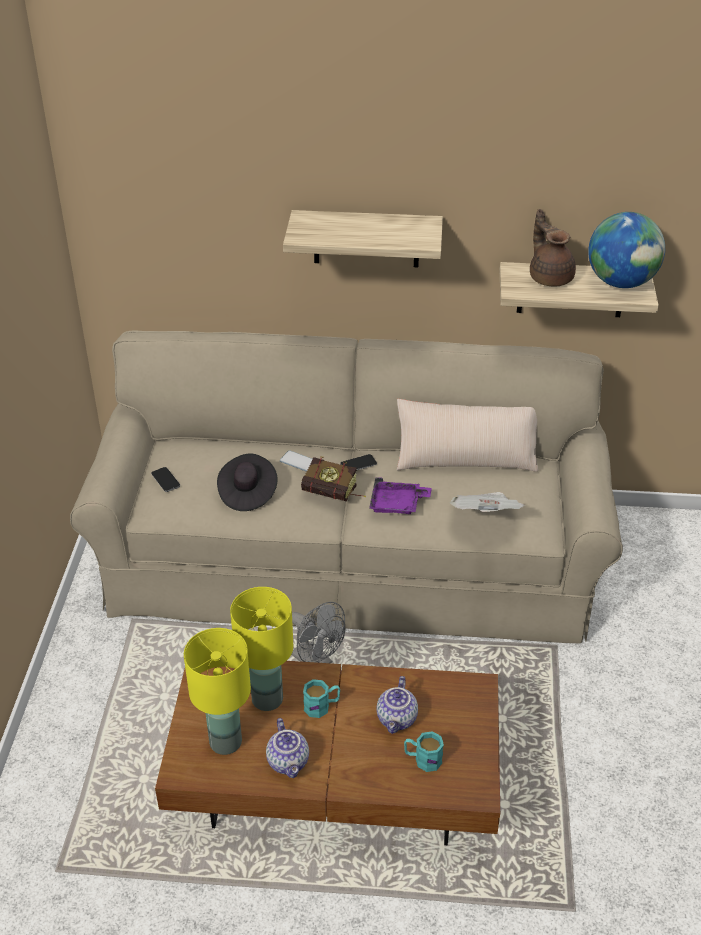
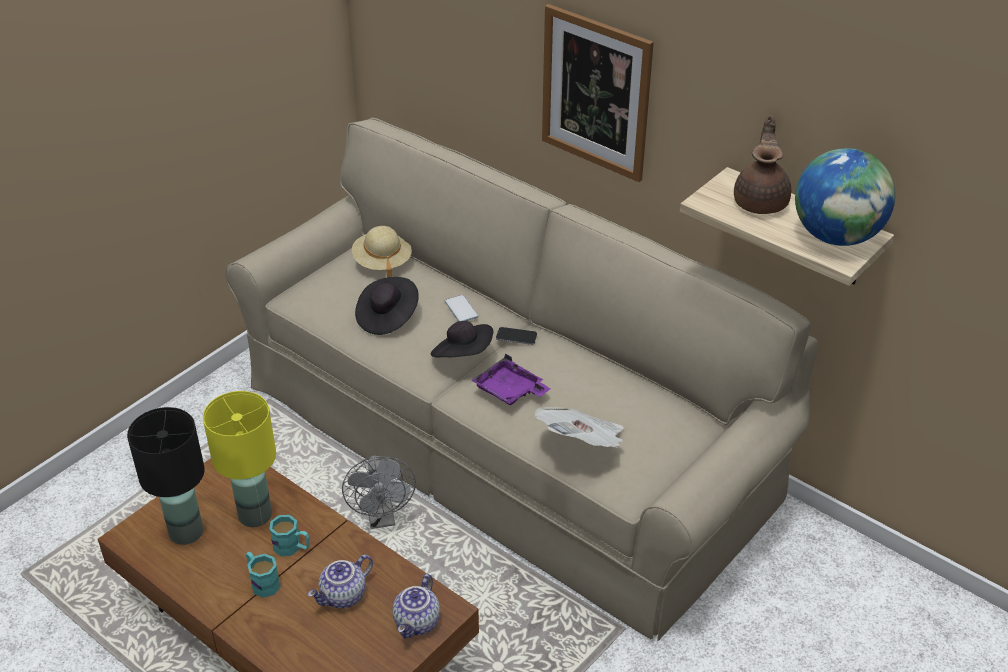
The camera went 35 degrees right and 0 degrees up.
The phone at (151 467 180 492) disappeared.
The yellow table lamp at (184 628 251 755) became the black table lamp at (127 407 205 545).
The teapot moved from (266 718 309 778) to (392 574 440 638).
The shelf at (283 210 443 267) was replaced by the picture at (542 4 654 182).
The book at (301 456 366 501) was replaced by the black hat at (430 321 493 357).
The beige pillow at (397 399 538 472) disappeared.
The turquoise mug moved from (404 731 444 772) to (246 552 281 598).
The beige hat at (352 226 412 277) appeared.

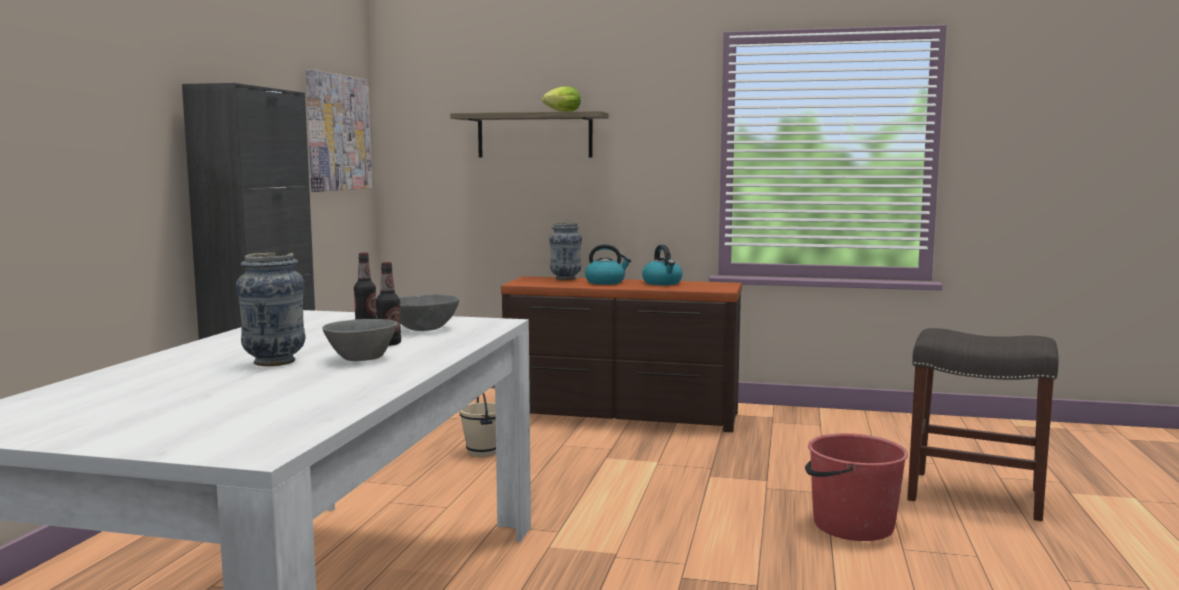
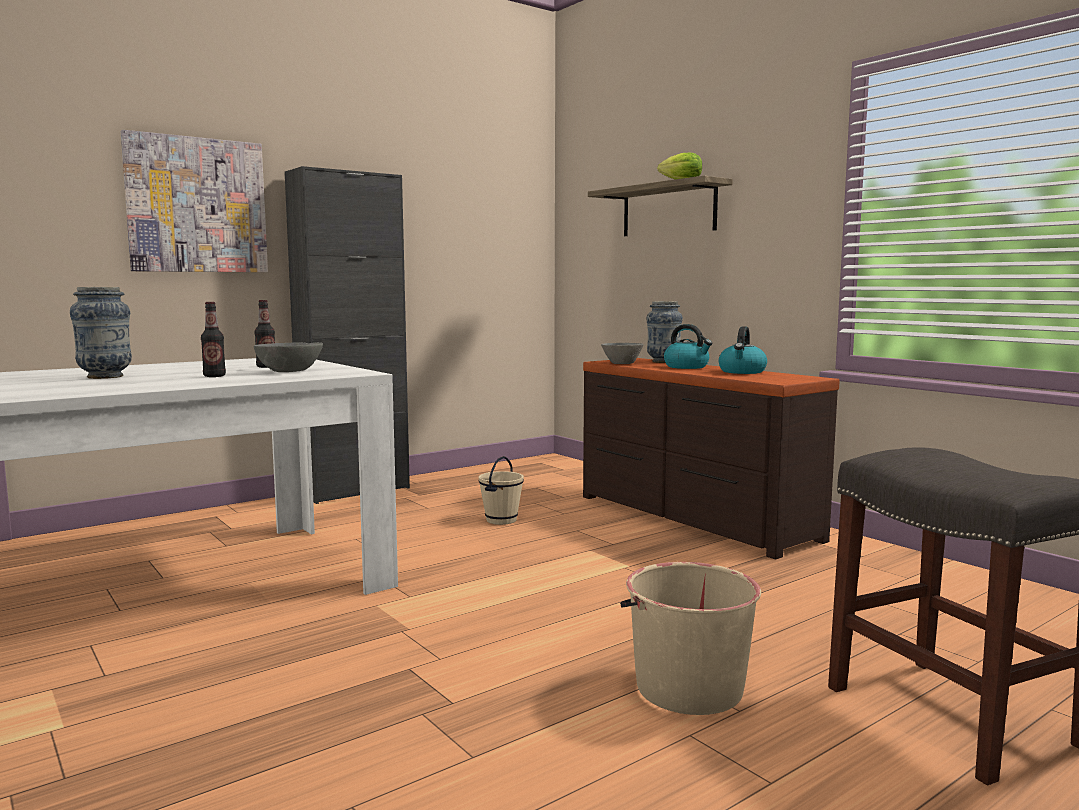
The camera went 40 degrees right and 0 degrees up.
The picture moved from (306 69 372 192) to (121 130 268 272).
The grey bowl moved from (322 319 398 361) to (601 343 643 364).
The red bucket at (805 433 908 541) became the beige bucket at (620 562 761 715).

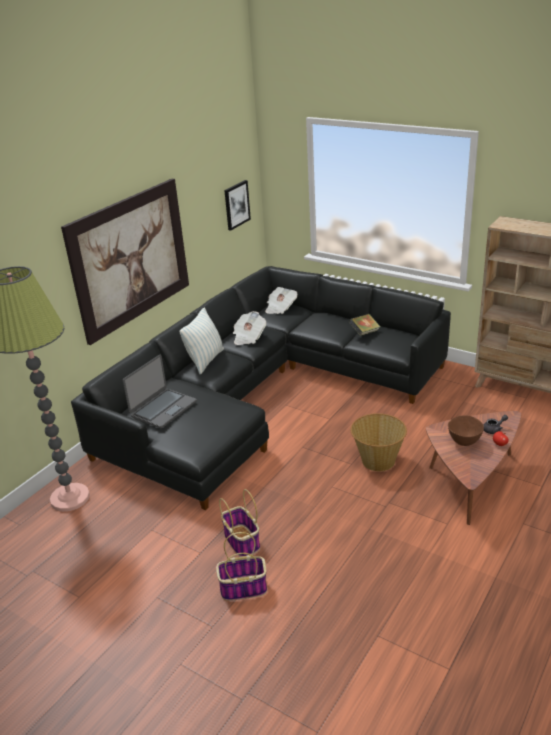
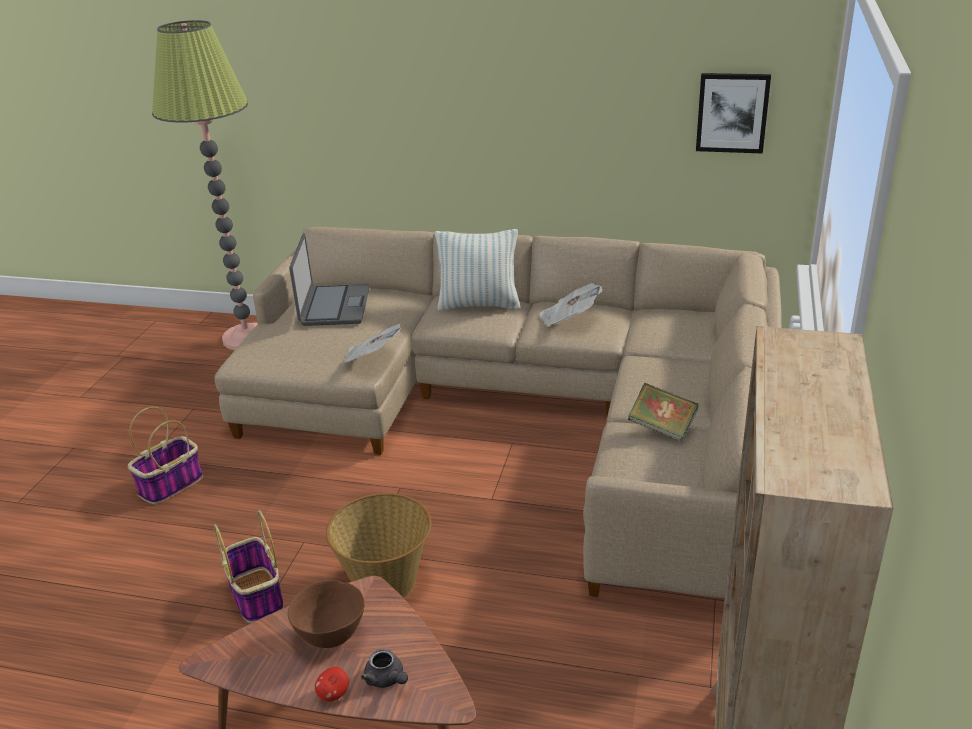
The camera went 70 degrees right and 0 degrees up.
The picture at (61 179 189 345) disappeared.
The black sofa at (71 266 451 510) became the beige sofa at (214 227 782 598).
The laptop at (123 354 197 428) turned 105 degrees counterclockwise.
The basket moved from (216 532 267 601) to (214 510 284 623).
The newspaper moved from (265 287 297 314) to (342 323 401 364).

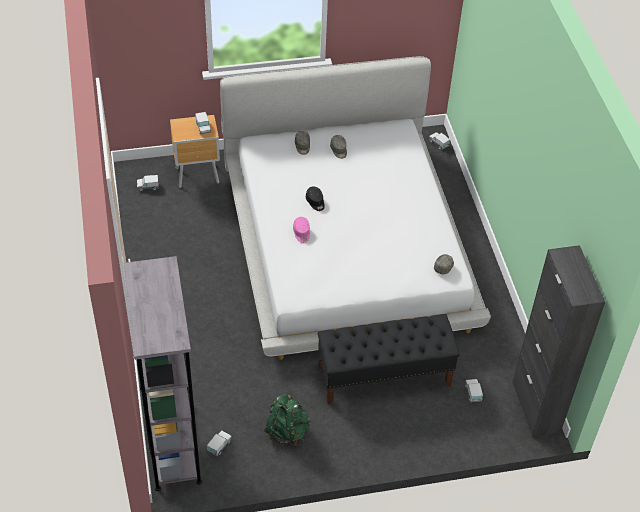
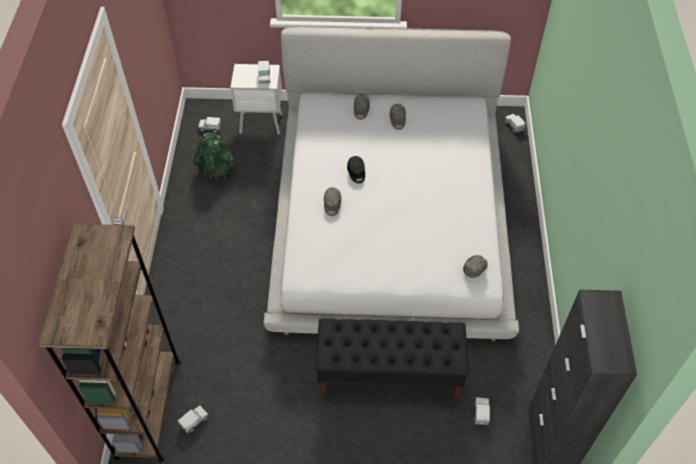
The camera went 15 degrees right and 5 degrees up.
The grey bookcase at (124 256 202 491) became the brown bookcase at (39 224 181 462).
The brown nightstand at (170 115 220 188) became the white nightstand at (231 64 282 135).
The green backpack moved from (264 393 310 448) to (193 132 233 182).
The pink cap at (293 217 310 243) became the grey cap at (324 187 341 216).

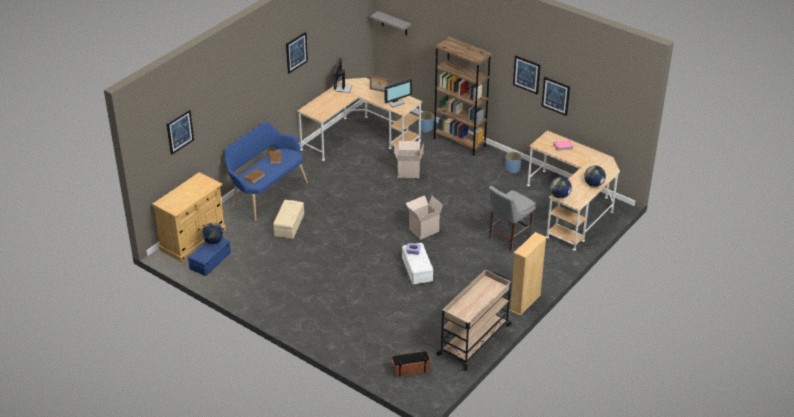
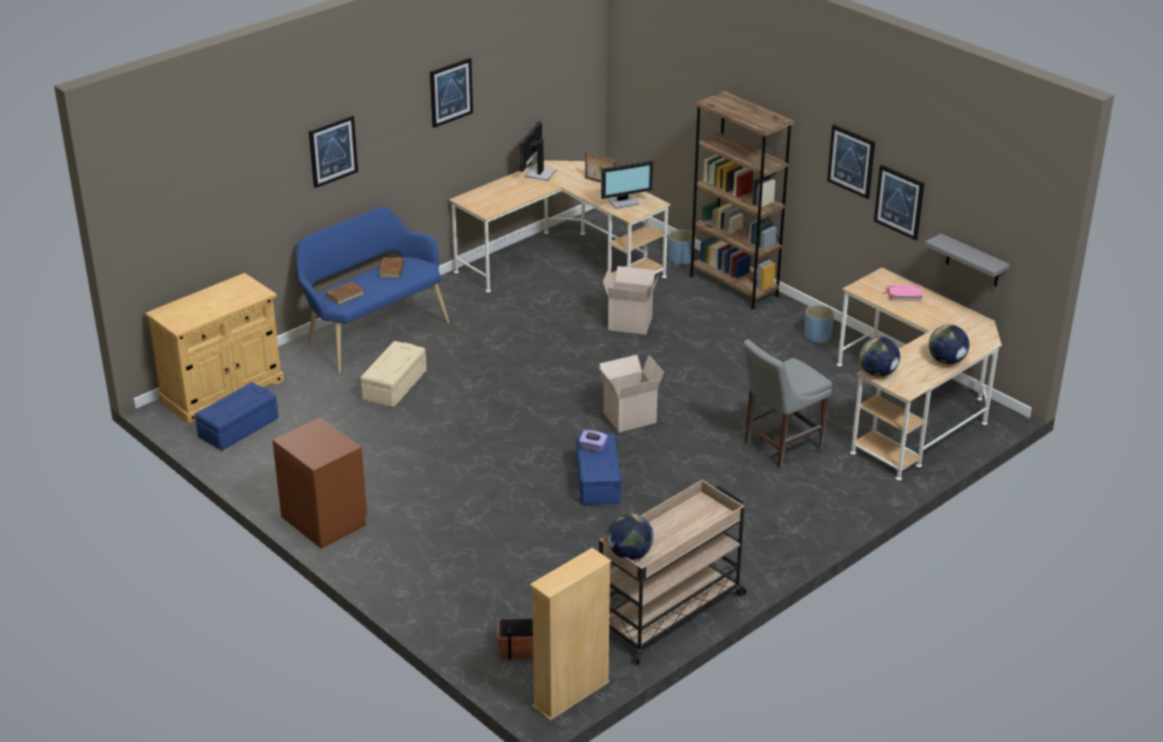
The camera went 10 degrees right and 5 degrees down.
The picture moved from (166 109 194 155) to (309 115 358 188).
The globe moved from (202 223 224 244) to (607 513 654 560).
The grey shelf moved from (370 11 411 35) to (925 233 1010 287).
The white storage box at (402 243 433 284) became the blue storage box at (576 434 622 505).
The beige bookcase moved from (509 232 547 316) to (530 548 611 721).
The brown nightstand at (272 417 367 549) appeared.

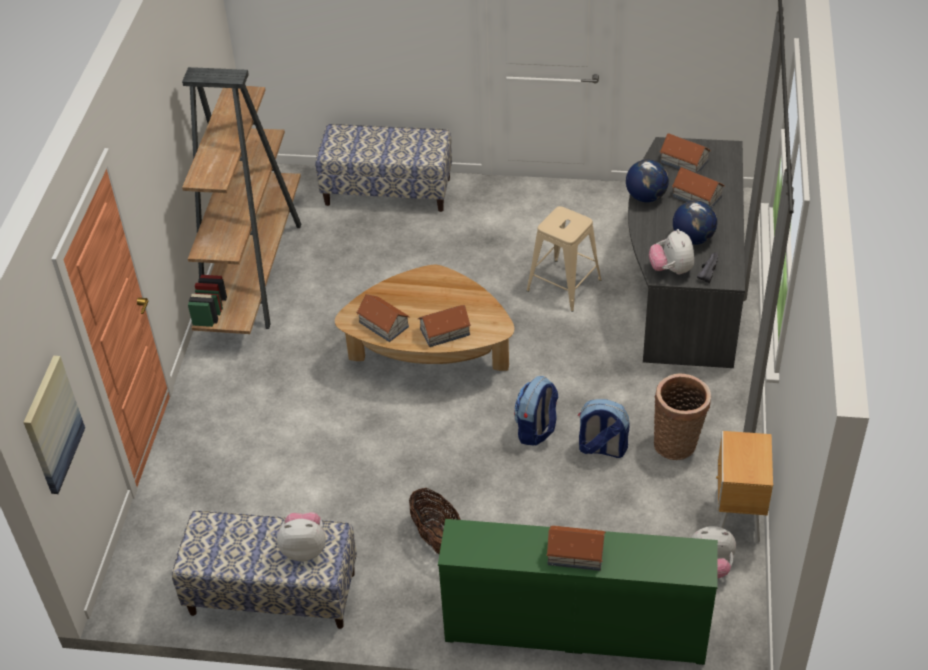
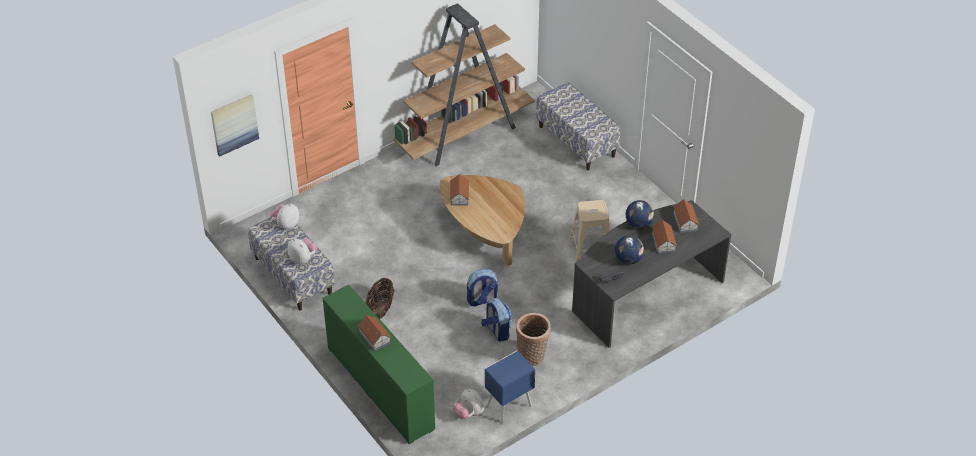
The camera went 45 degrees right and 0 degrees up.
The toy house at (418 305 471 347) disappeared.
The plush toy moved from (649 229 694 275) to (270 203 300 230).
The brown nightstand at (715 431 773 543) became the blue nightstand at (485 351 535 423).

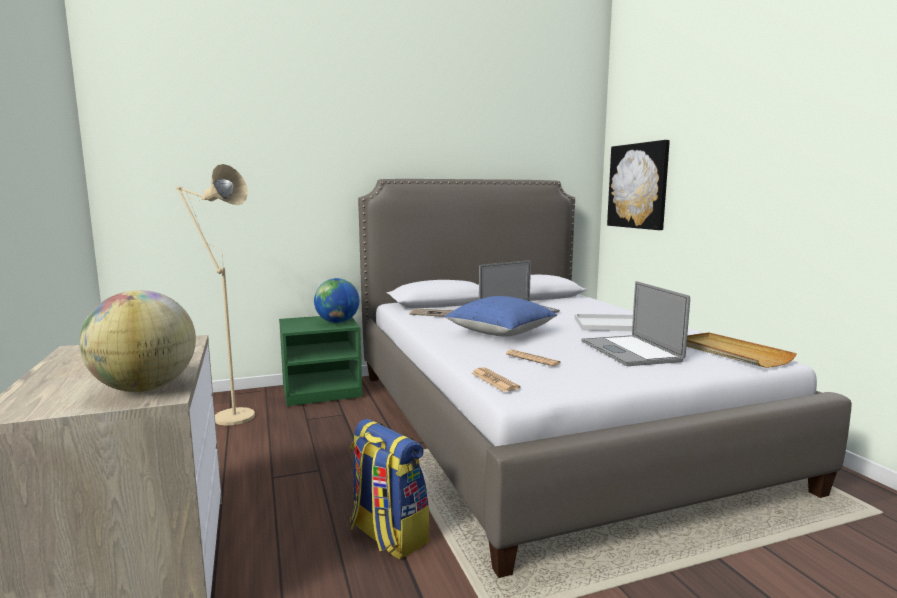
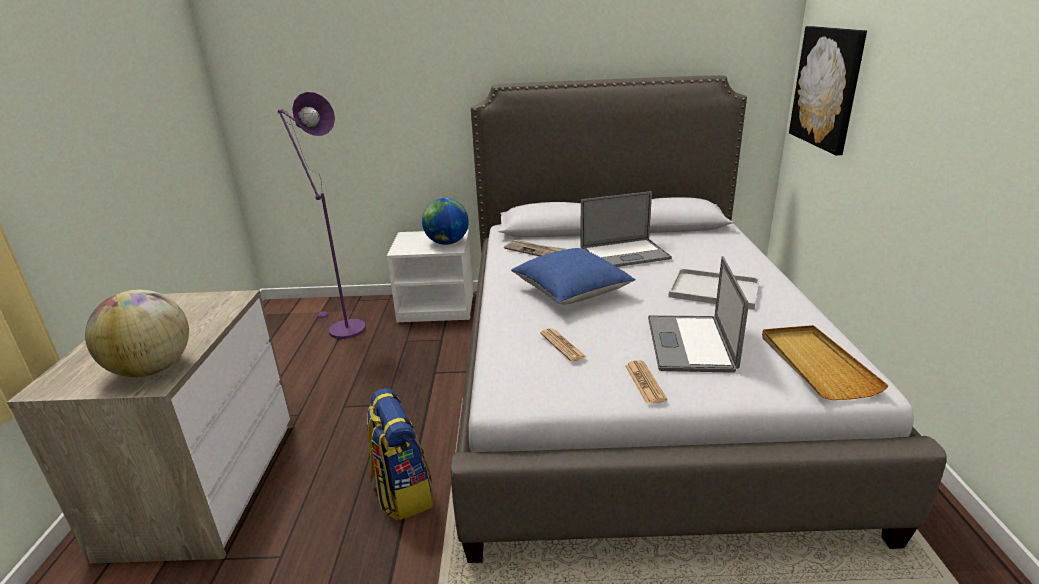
The camera went 20 degrees right and 15 degrees up.
The beige floor lamp at (176 164 255 426) became the purple floor lamp at (277 92 366 339).
The green nightstand at (279 316 362 406) became the white nightstand at (387 229 473 323).
The newspaper moved from (472 367 520 392) to (625 360 667 404).

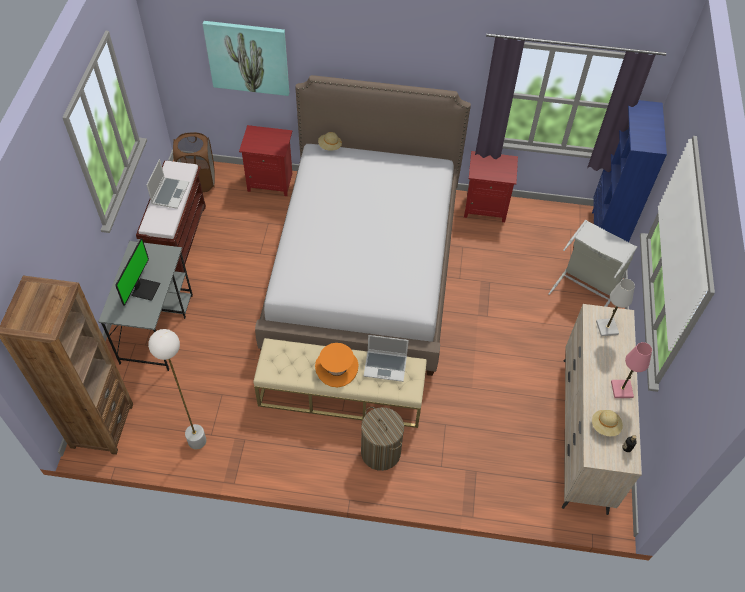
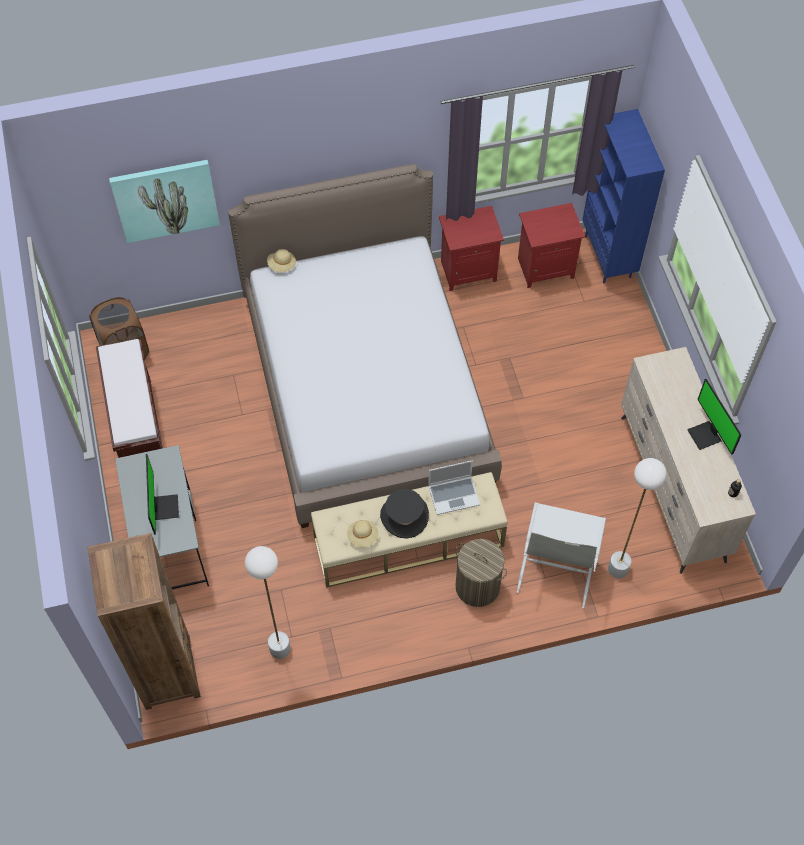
The camera went 20 degrees left and 5 degrees up.
The laptop at (147 159 189 209) disappeared.
The red nightstand moved from (239 125 292 196) to (518 203 585 288).
The orange hat at (315 343 359 388) became the black hat at (380 489 429 539).
The grey laundry basket moved from (548 220 637 307) to (516 502 606 609).
The beige hat moved from (592 410 623 436) to (347 520 378 547).
The white table lamp at (596 279 635 337) disappeared.
The pink table lamp at (611 342 652 398) was replaced by the monitor at (687 379 741 455).
The white floor lamp at (608 458 667 579) appeared.

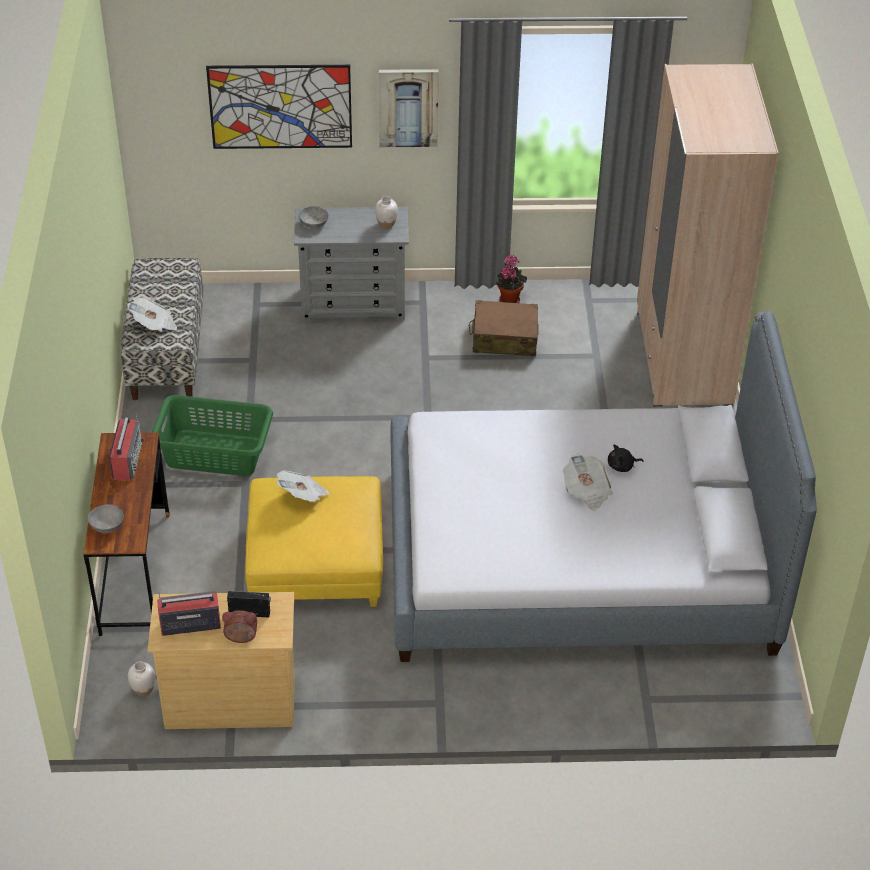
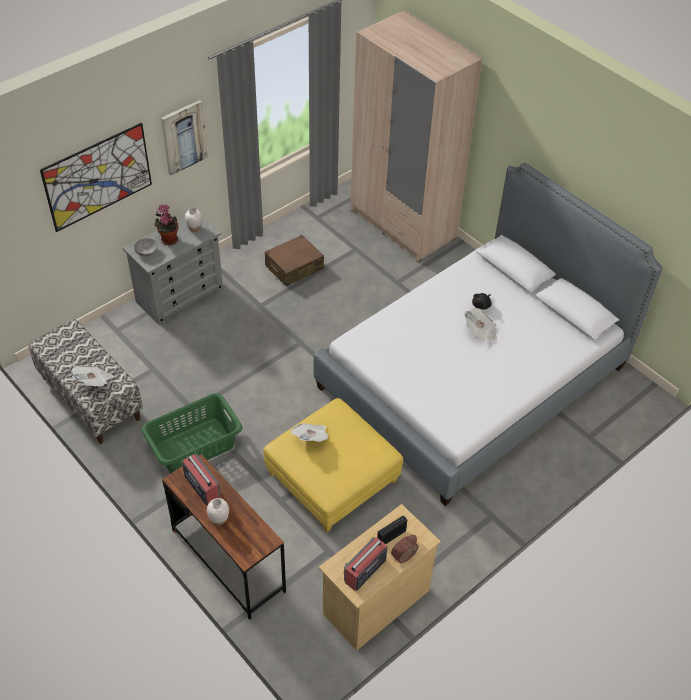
The camera went 40 degrees left and 5 degrees up.
The grey bowl at (88 504 124 533) disappeared.
The white vase moved from (128 661 155 697) to (207 498 229 525).
The potted plant moved from (496 254 527 303) to (154 204 179 246).

